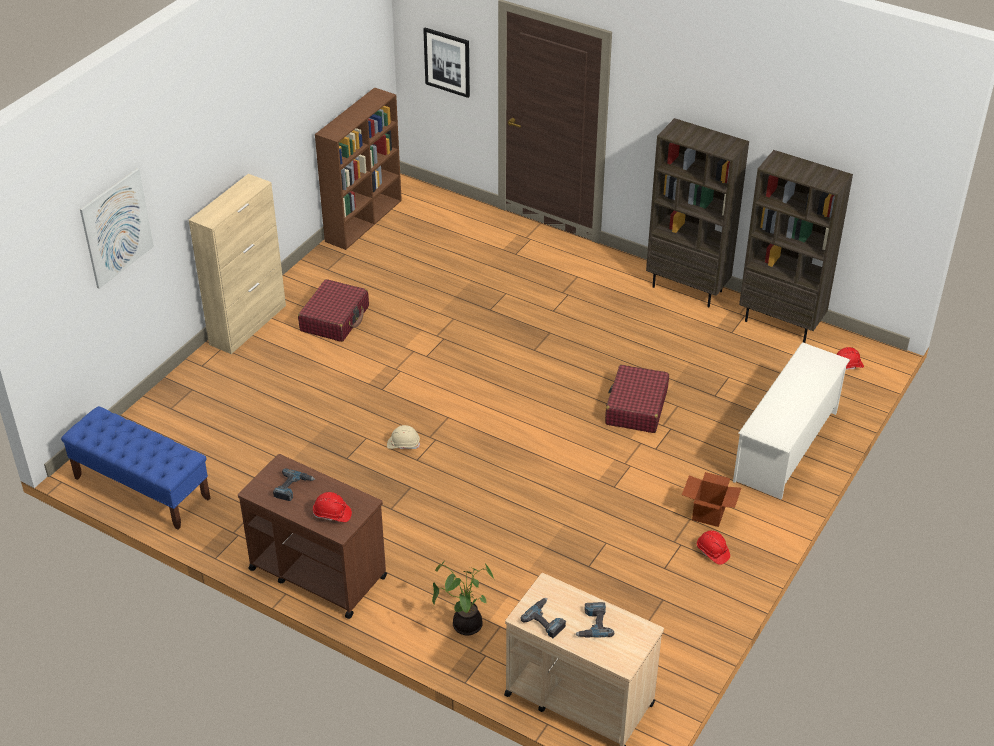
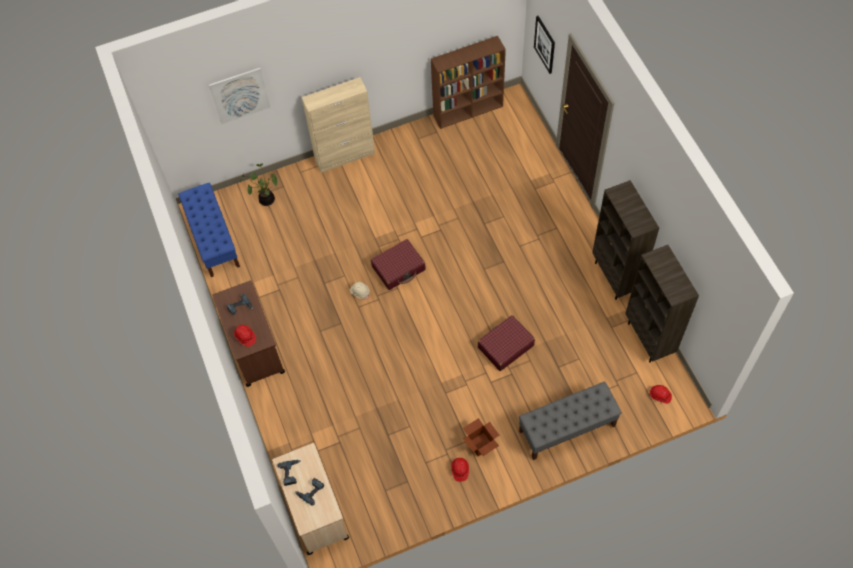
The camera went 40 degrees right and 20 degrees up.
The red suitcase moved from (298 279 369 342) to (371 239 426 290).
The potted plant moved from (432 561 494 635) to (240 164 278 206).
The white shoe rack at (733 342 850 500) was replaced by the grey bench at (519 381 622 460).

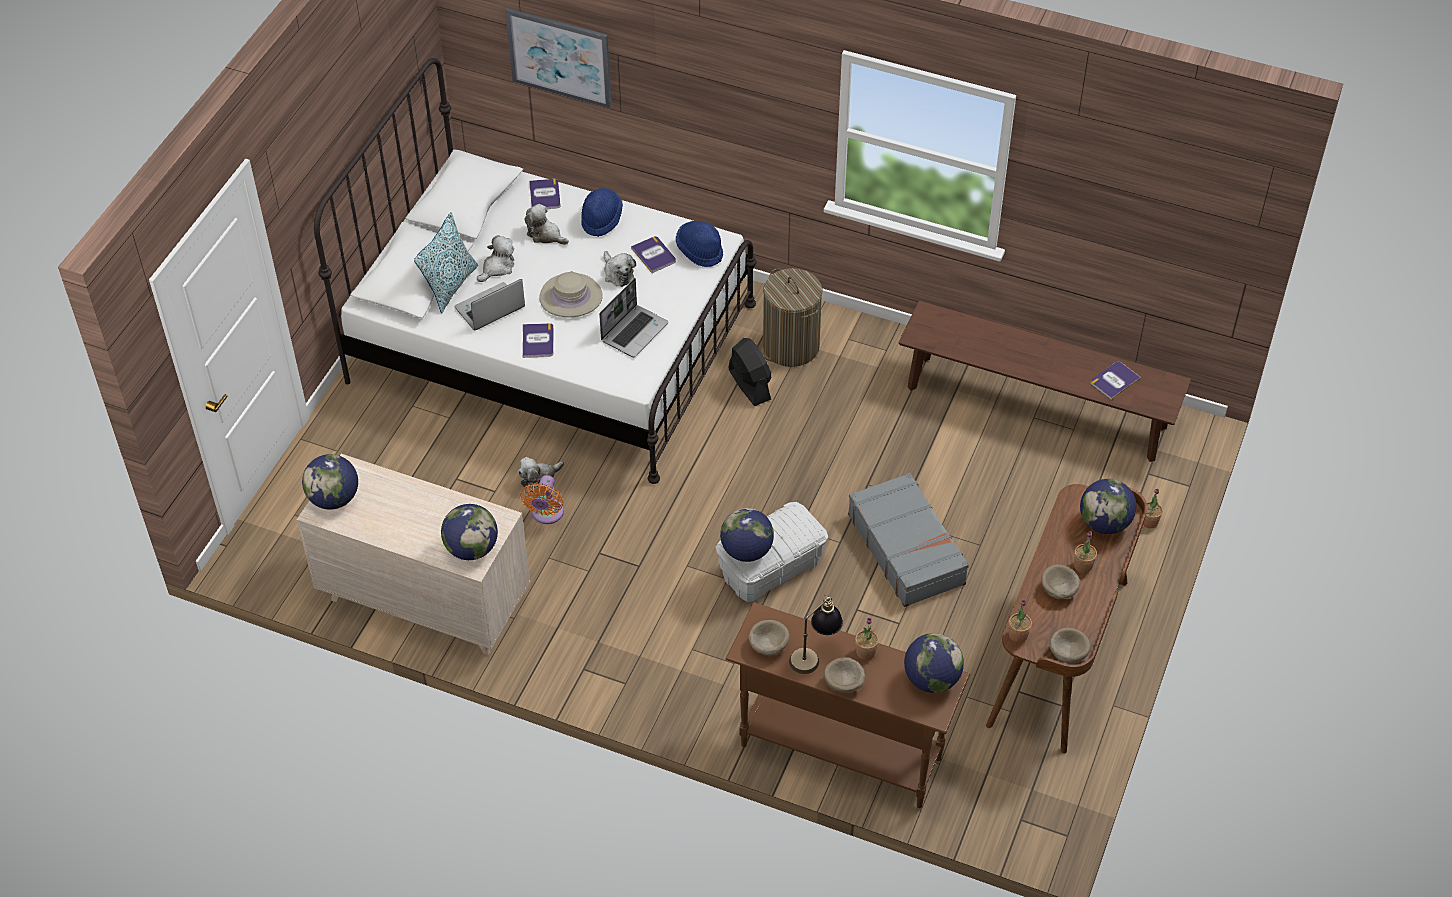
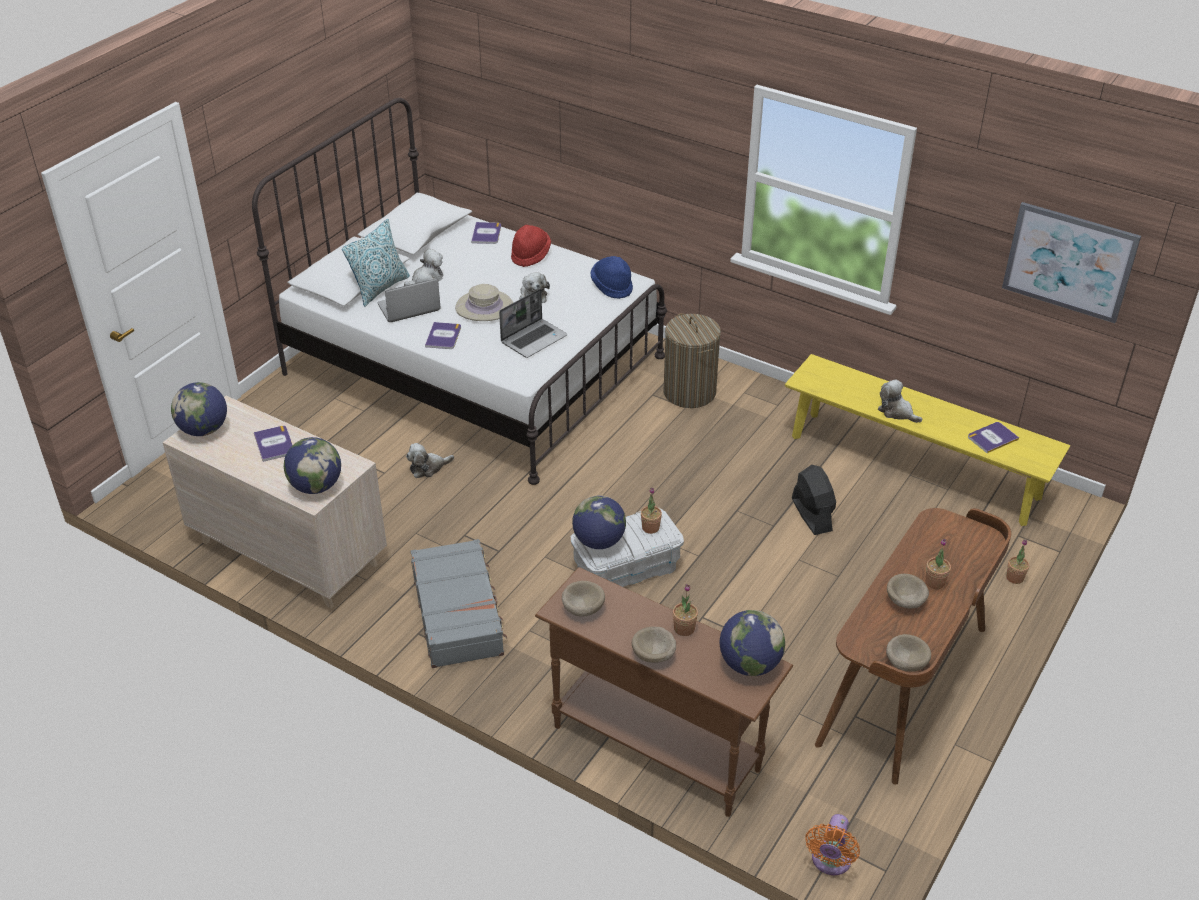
The camera went 10 degrees right and 10 degrees down.
The picture moved from (505 8 612 109) to (1002 202 1141 323).
The orange fan moved from (520 475 564 524) to (805 814 860 875).
The plush toy moved from (524 204 569 245) to (878 379 922 423).
The blue hat at (581 188 623 237) became the red hat at (511 225 551 267).
The book moved from (631 236 676 273) to (254 426 292 462).
The black fan moved from (728 338 771 406) to (792 465 836 535).
The table lamp at (789 594 843 674) disappeared.
The grey suitcase moved from (848 473 969 607) to (411 539 508 668).
The brown bench at (898 300 1191 462) became the yellow bench at (785 354 1070 526).
The potted plant moved from (1009 600 1032 643) to (641 488 662 534).
The globe at (1080 479 1136 534) disappeared.

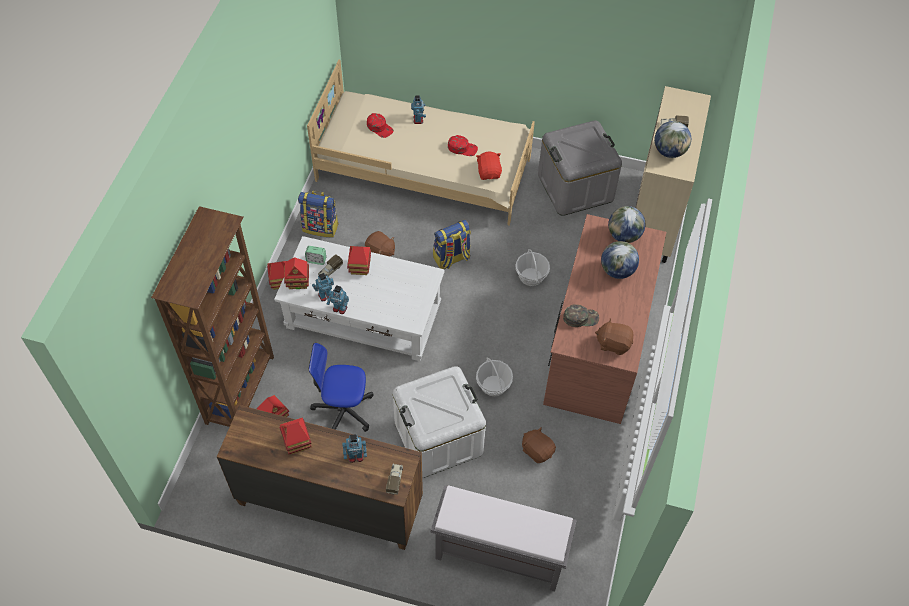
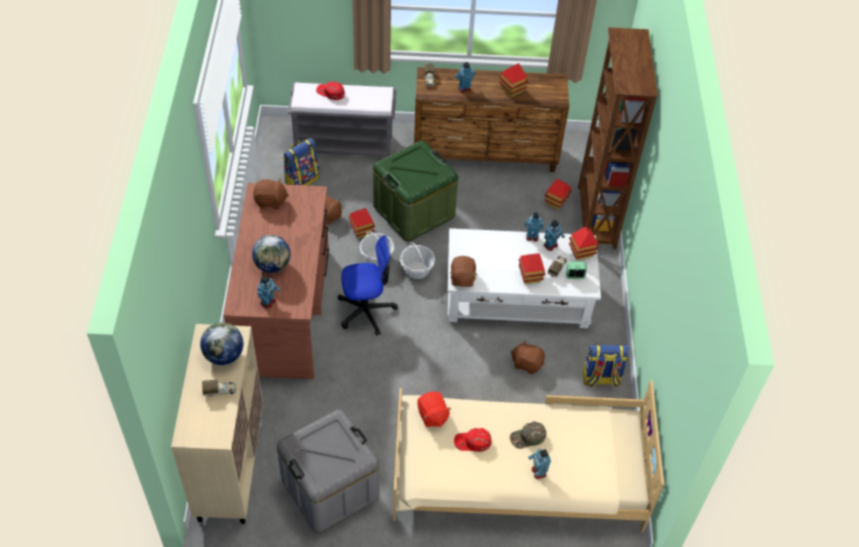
The camera went 165 degrees right and 5 degrees down.
The toy house moved from (267 261 286 290) to (349 208 375 239).
The office chair moved from (309 343 373 432) to (338 235 398 336).
The red cap moved from (367 113 394 138) to (316 82 345 100).
The white storage box at (393 366 486 478) became the green storage box at (373 141 458 241).
The backpack moved from (433 220 471 269) to (283 138 320 186).
The basket moved from (515 249 550 286) to (400 243 435 279).
The green cap moved from (563 304 599 327) to (510 422 546 449).
The globe at (608 206 646 243) was replaced by the toy robot at (258 275 281 308).
The brown plush toy at (450 256 477 287) appeared.

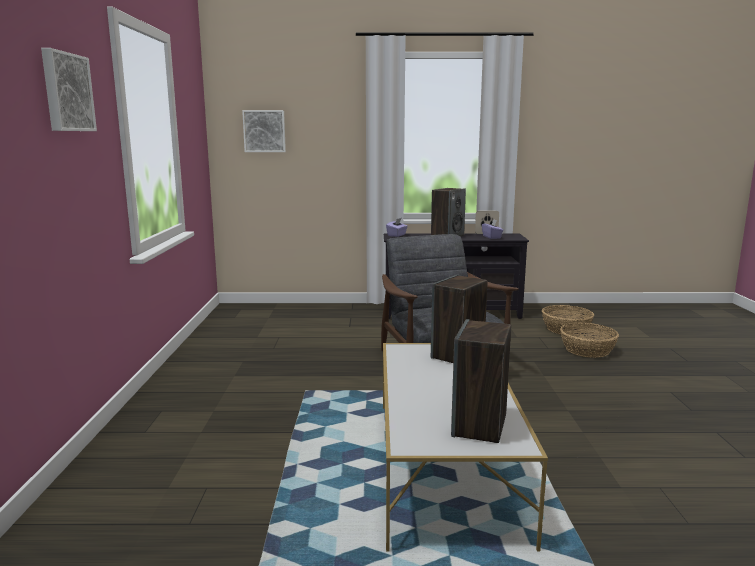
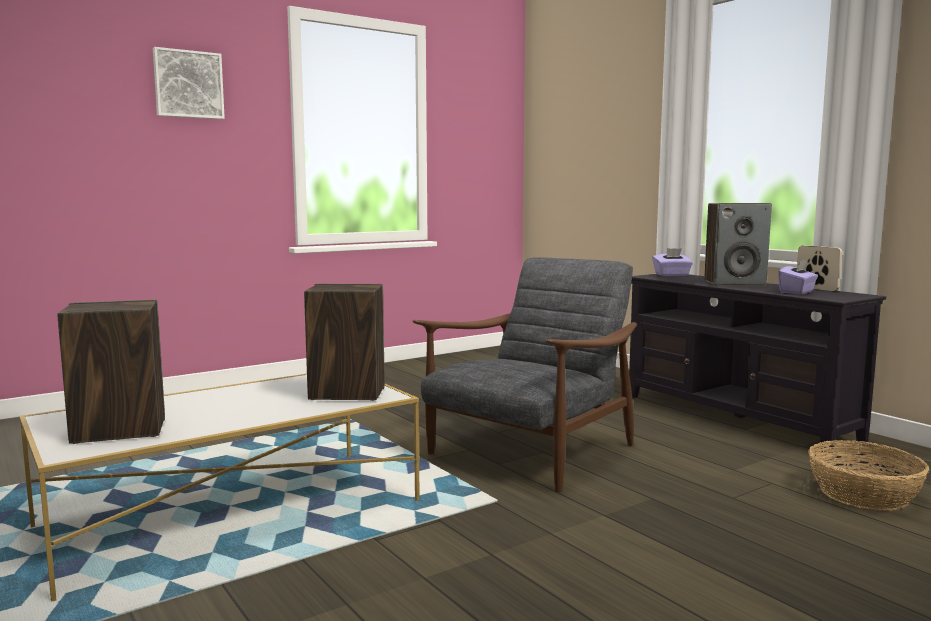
The camera went 55 degrees right and 5 degrees down.
The picture at (242 110 286 152) disappeared.
The basket at (560 323 619 358) disappeared.

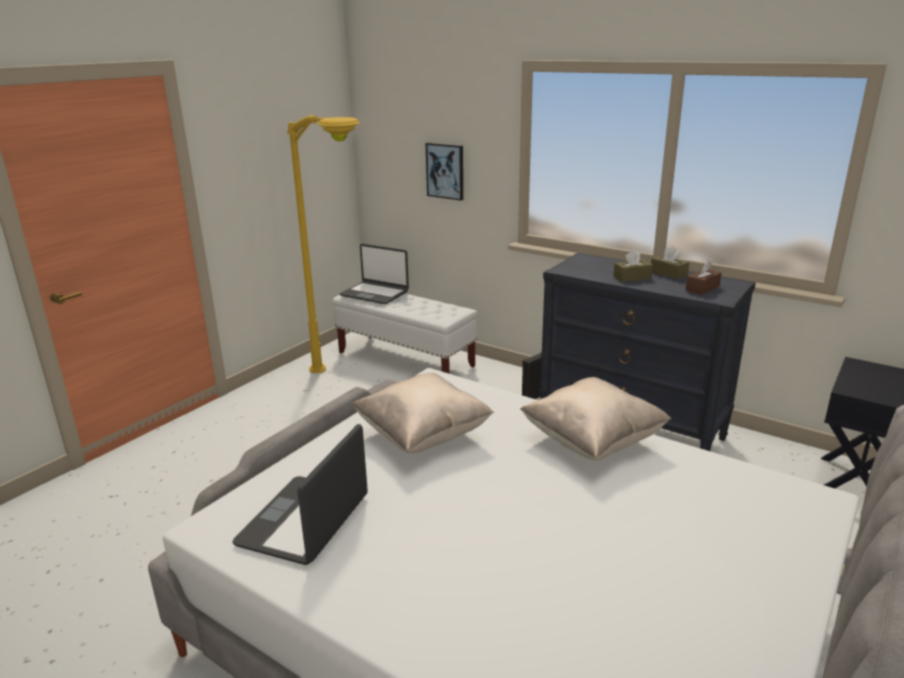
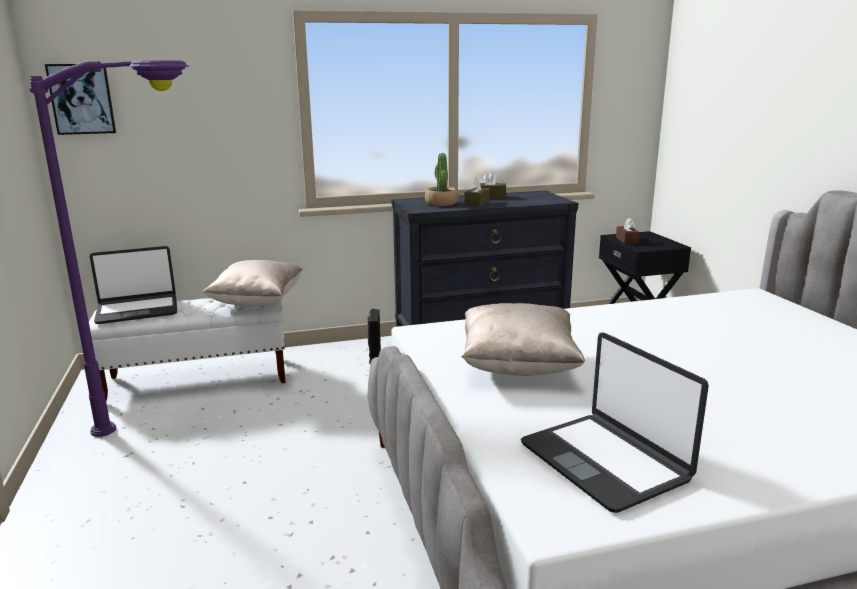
The camera went 50 degrees left and 5 degrees down.
The yellow floor lamp at (287 115 360 373) became the purple floor lamp at (29 60 189 437).
The picture moved from (425 143 463 201) to (45 64 116 135).
The beige pillow moved from (520 377 672 460) to (203 260 303 307).
The brown tissue box moved from (686 260 722 295) to (616 218 640 244).
The potted plant at (425 153 458 206) appeared.

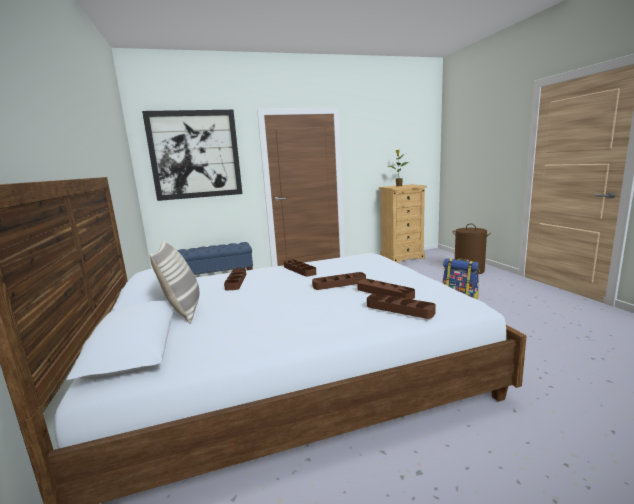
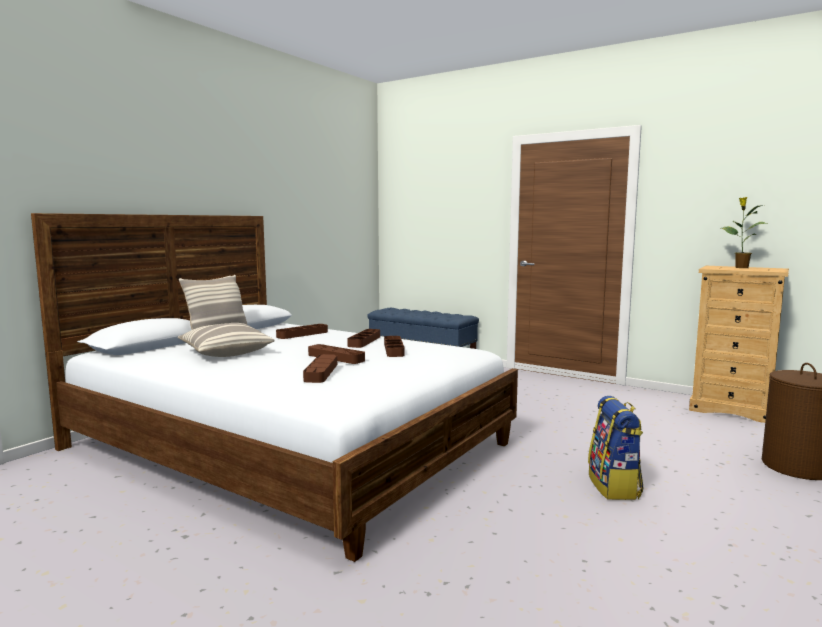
The camera went 50 degrees right and 5 degrees down.
The picture at (142 110 243 201) disappeared.
The brown tray moved from (367 293 436 319) to (384 336 405 357).
The pillow at (178 323 275 357) appeared.

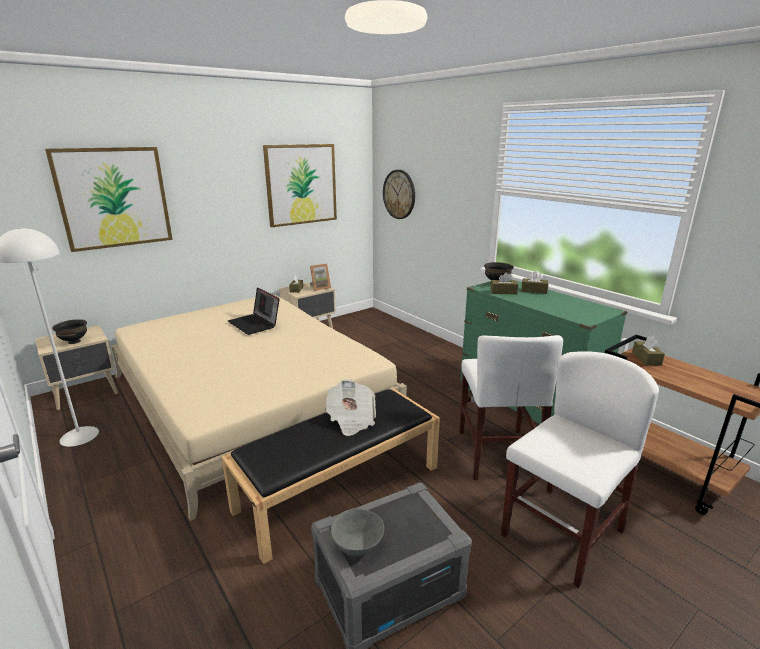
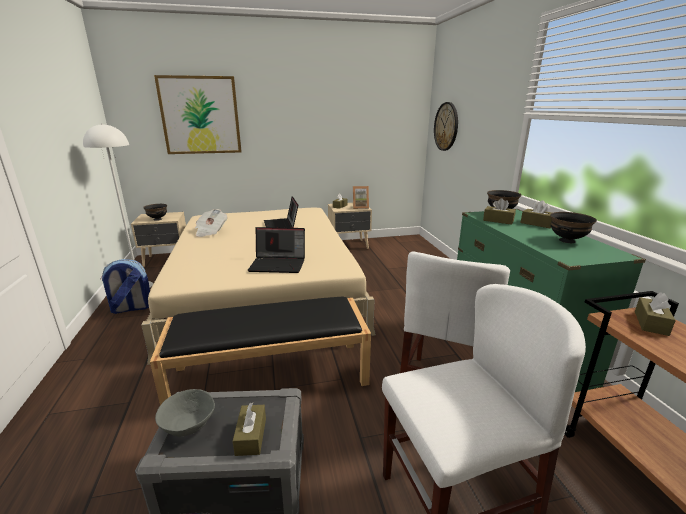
The camera went 25 degrees right and 0 degrees up.
The picture at (263 144 337 227) disappeared.
The newspaper moved from (325 379 376 436) to (195 209 228 237).
The backpack at (100 259 150 314) appeared.
The brown tissue box at (233 403 266 456) appeared.
The laptop at (248 227 305 273) appeared.
The black bowl at (550 212 597 243) appeared.

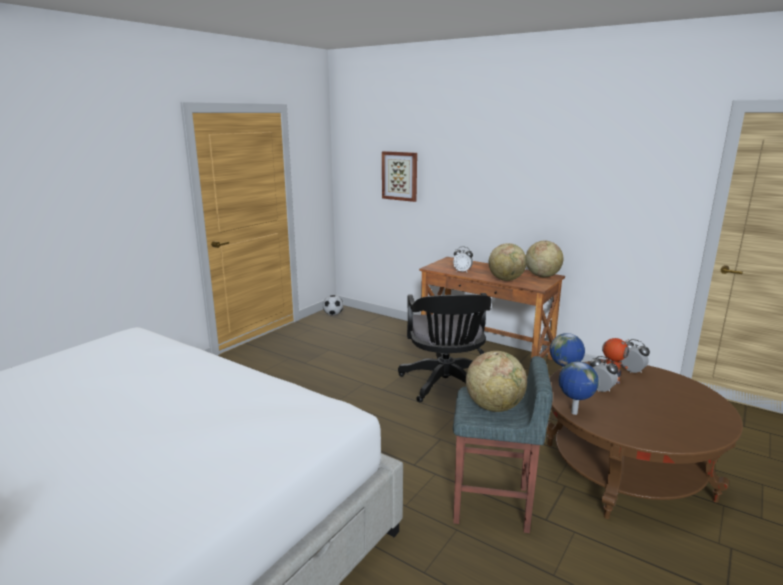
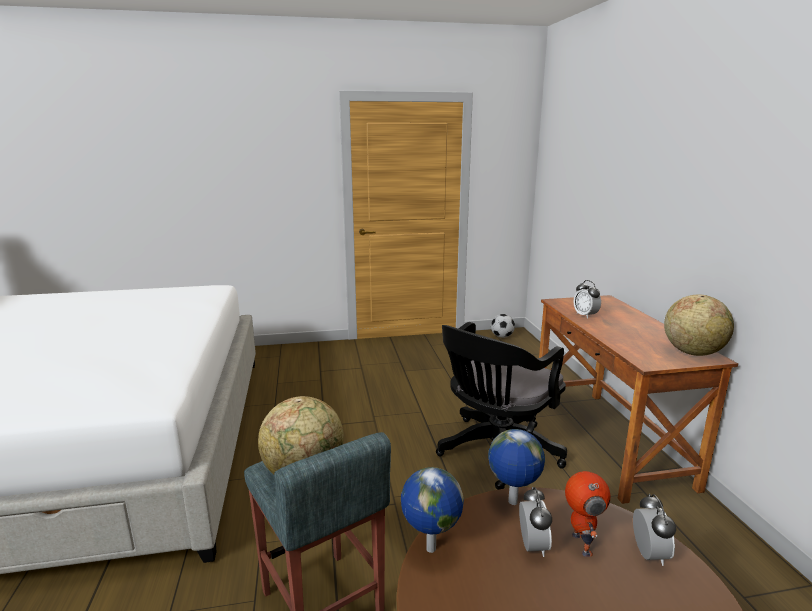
The camera went 45 degrees right and 0 degrees up.
The picture at (382 151 417 202) disappeared.
The globe at (489 243 527 281) disappeared.

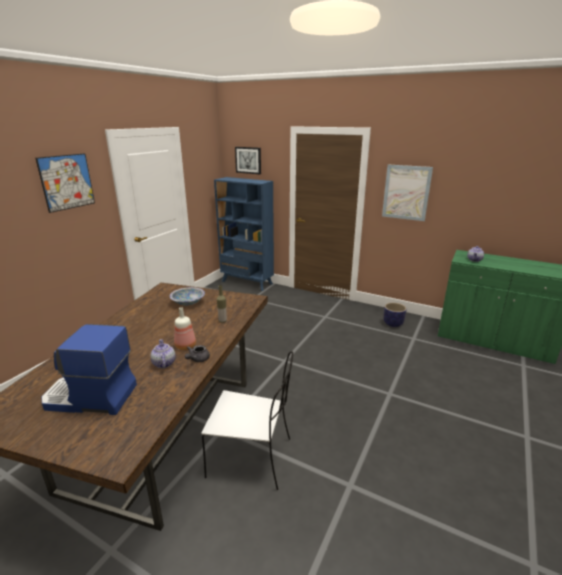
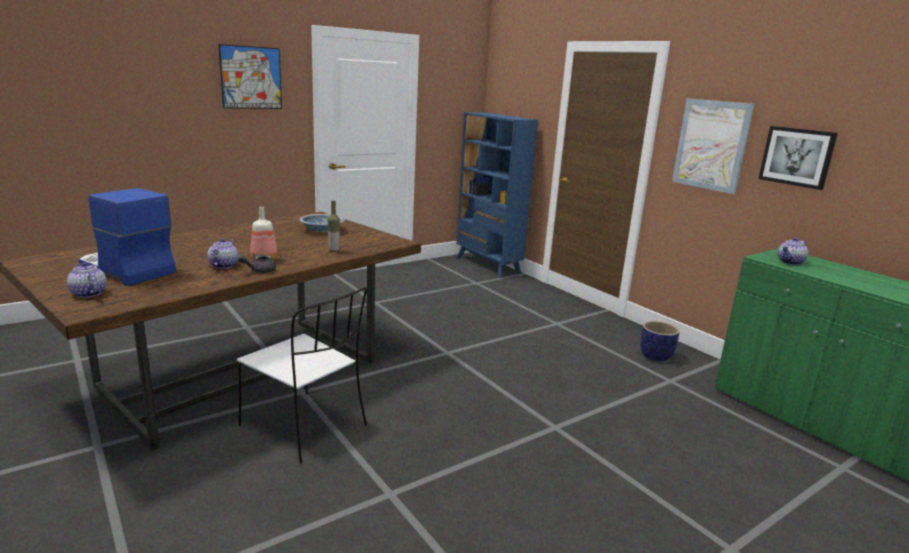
The camera went 25 degrees right and 5 degrees down.
The picture moved from (235 147 261 174) to (758 126 838 190).
The teapot at (67 262 107 298) appeared.

